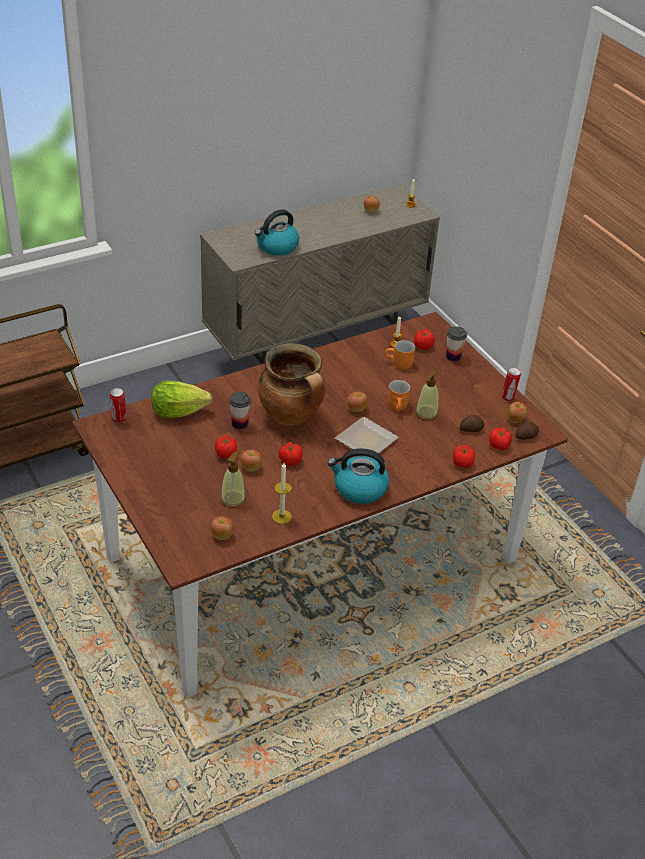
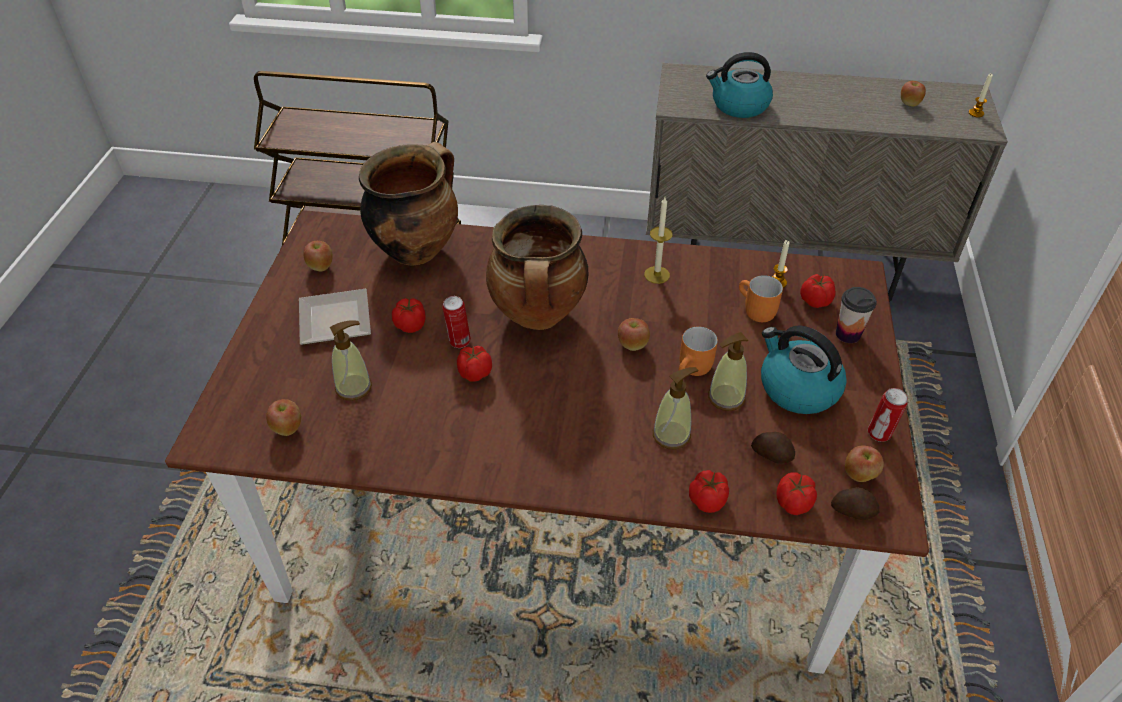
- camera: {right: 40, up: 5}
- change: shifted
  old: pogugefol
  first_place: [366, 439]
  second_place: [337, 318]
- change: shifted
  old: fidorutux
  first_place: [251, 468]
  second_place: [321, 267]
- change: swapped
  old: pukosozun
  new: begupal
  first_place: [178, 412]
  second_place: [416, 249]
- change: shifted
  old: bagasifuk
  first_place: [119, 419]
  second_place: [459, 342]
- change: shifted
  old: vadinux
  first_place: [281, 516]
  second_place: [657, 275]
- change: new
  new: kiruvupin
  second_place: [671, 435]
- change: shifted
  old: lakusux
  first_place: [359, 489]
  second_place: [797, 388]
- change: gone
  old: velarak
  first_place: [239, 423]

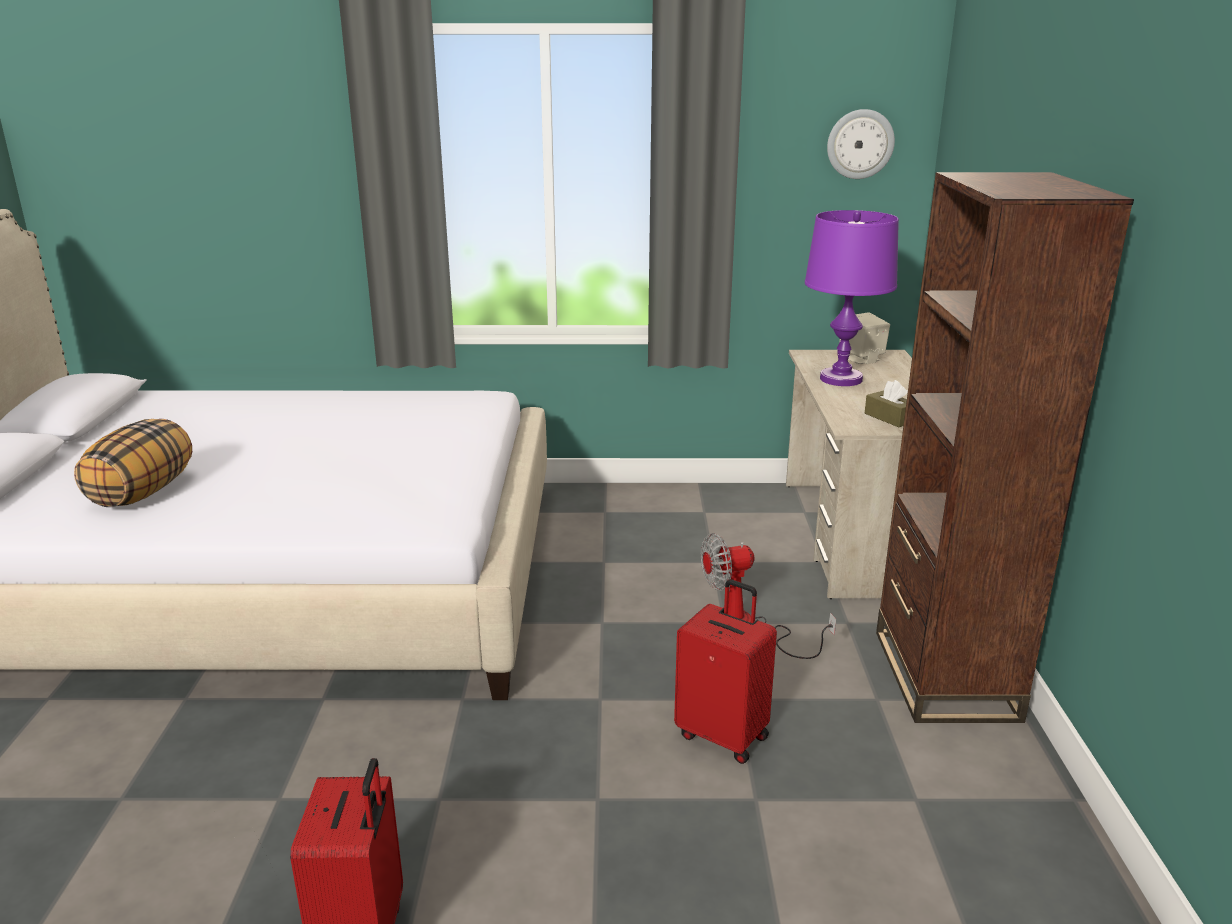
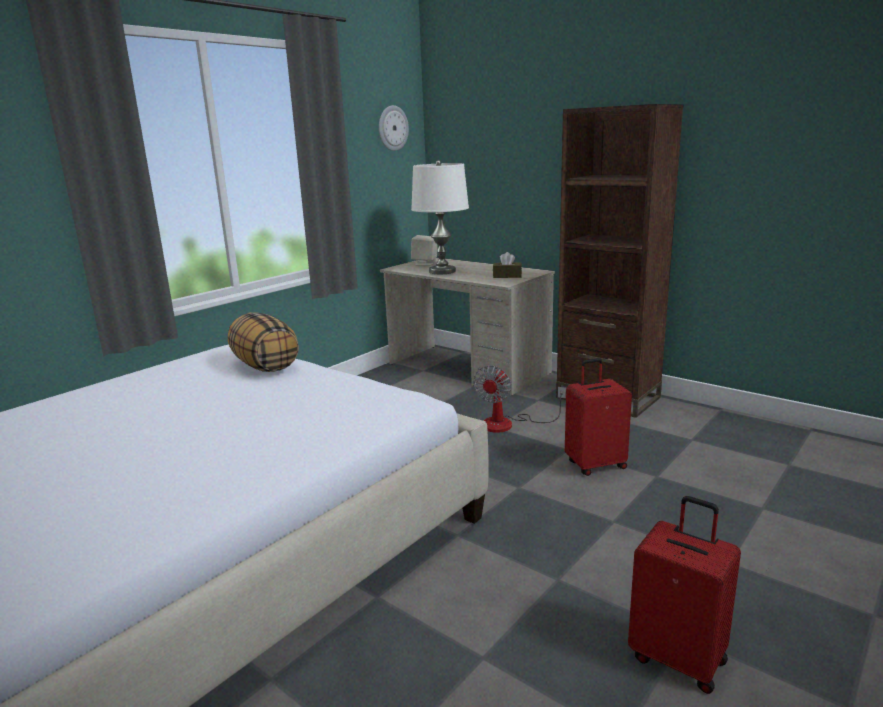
- camera: {right: -50, up: -5}
- change: shifted
  old: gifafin
  first_place: [142, 492]
  second_place: [265, 366]
- change: repainted
  old: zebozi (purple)
  new: zebozi (white)
  first_place: [841, 379]
  second_place: [442, 271]

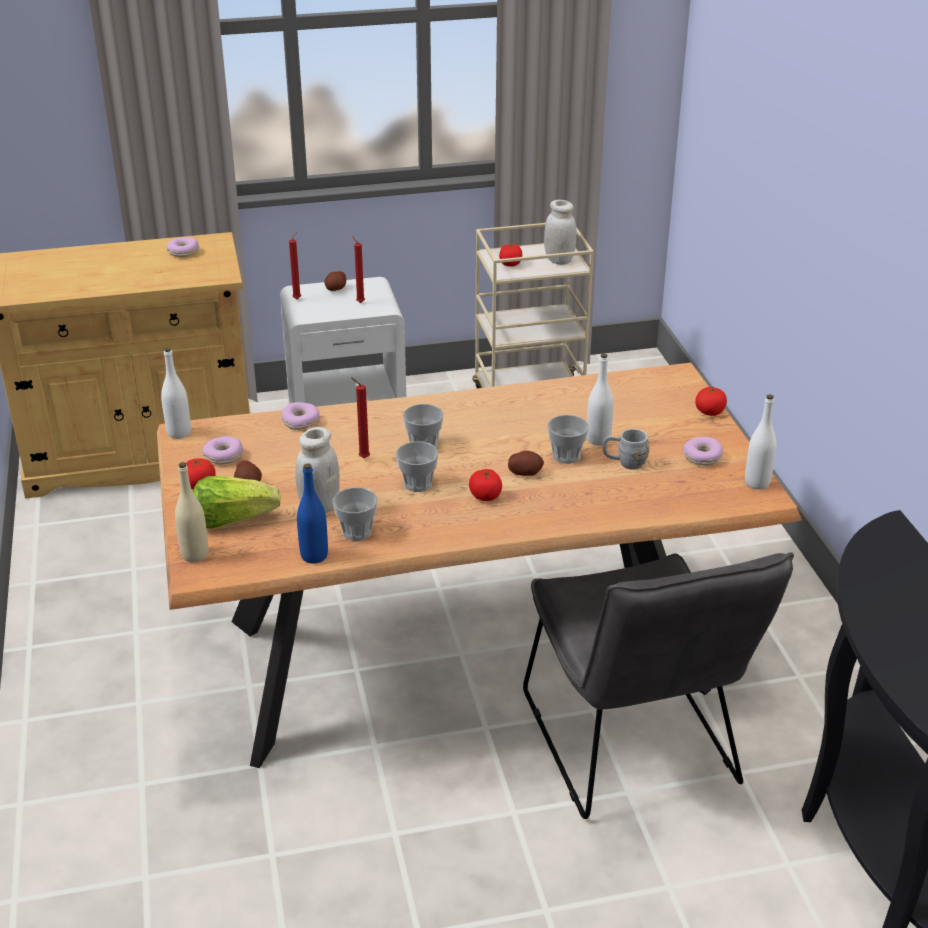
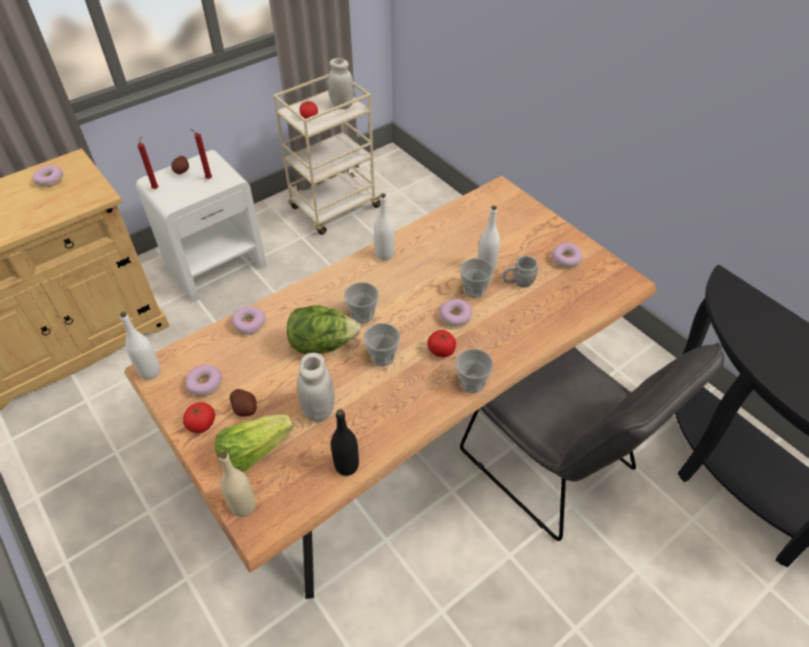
- camera: {right: -25, up: 15}
- change: swapped
  old: vadinux (red)
  new: pukosozun
  first_place: [362, 458]
  second_place: [323, 345]
- change: repainted
  old: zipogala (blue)
  new: zipogala (black)
  first_place: [314, 556]
  second_place: [346, 466]
- change: shifted
  old: zipogala (white)
  first_place: [757, 483]
  second_place: [384, 254]
- change: swapped
  old: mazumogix
  new: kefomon
  first_place: [525, 473]
  second_place: [455, 316]
- change: shifted
  old: velarak
  first_place: [356, 531]
  second_place: [472, 383]
- change: gone
  old: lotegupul
  first_place: [709, 412]

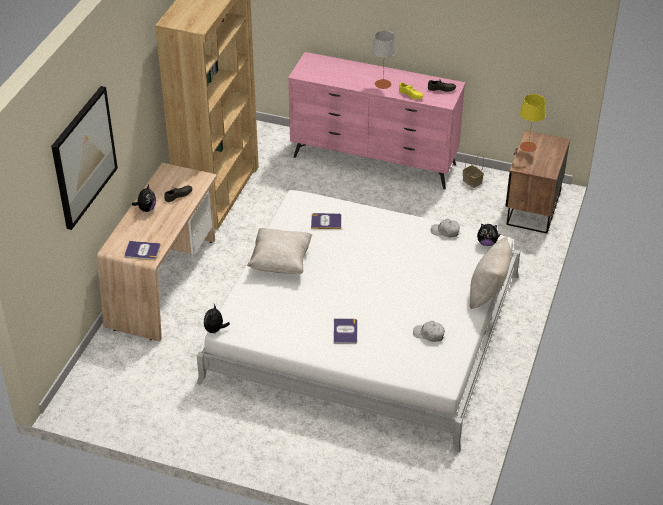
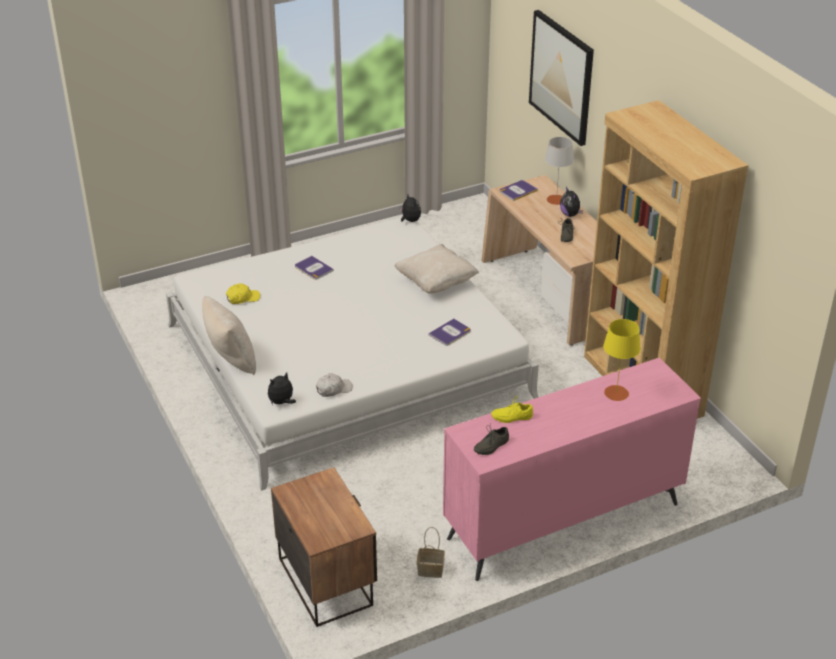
- camera: {right: 135, up: -5}
- change: repainted
  old: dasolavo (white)
  new: dasolavo (yellow)
  first_place: [429, 334]
  second_place: [243, 298]
- change: shifted
  old: zebozi (grey)
  first_place: [383, 84]
  second_place: [556, 200]
- change: shifted
  old: zebozi (yellow)
  first_place: [528, 146]
  second_place: [616, 393]

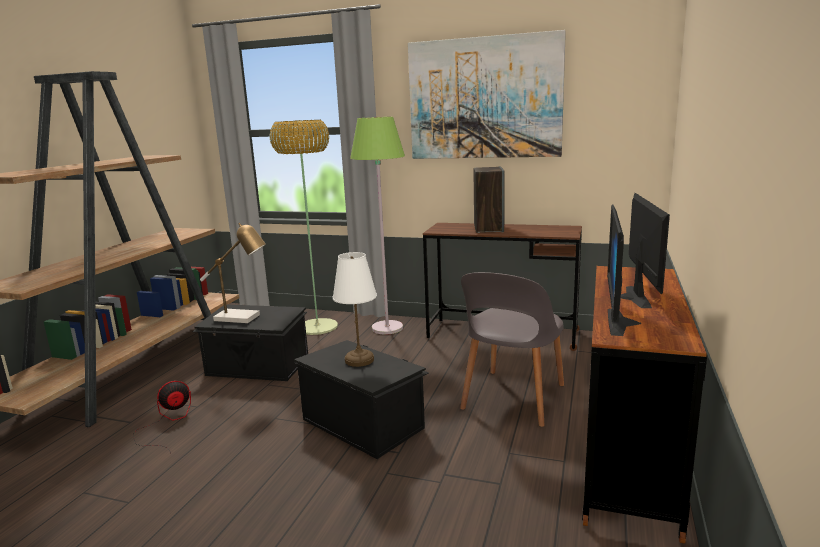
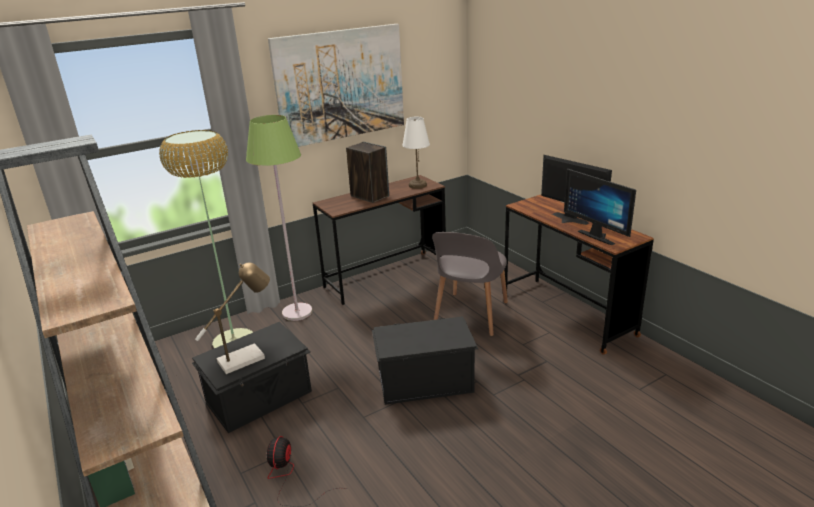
- camera: {right: -50, up: 10}
- change: shifted
  old: zebozi (white)
  first_place: [359, 360]
  second_place: [417, 185]
- change: rotated
  old: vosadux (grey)
  first_place: [512, 398]
  second_place: [470, 315]
  degrees: 45

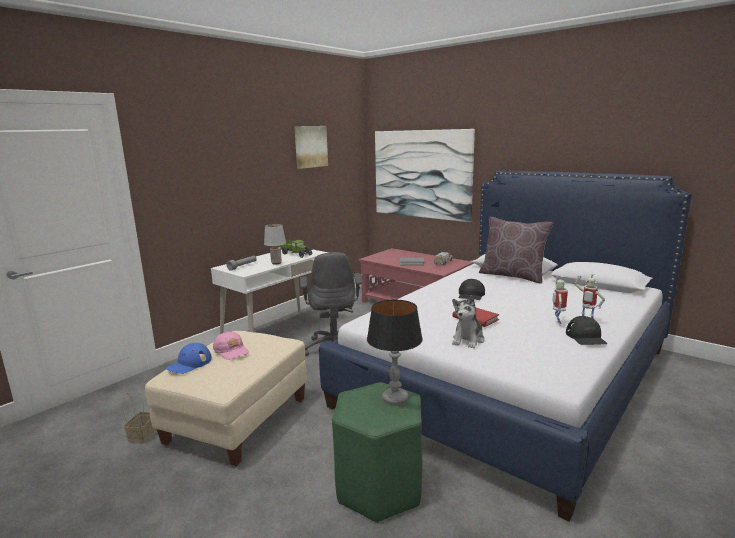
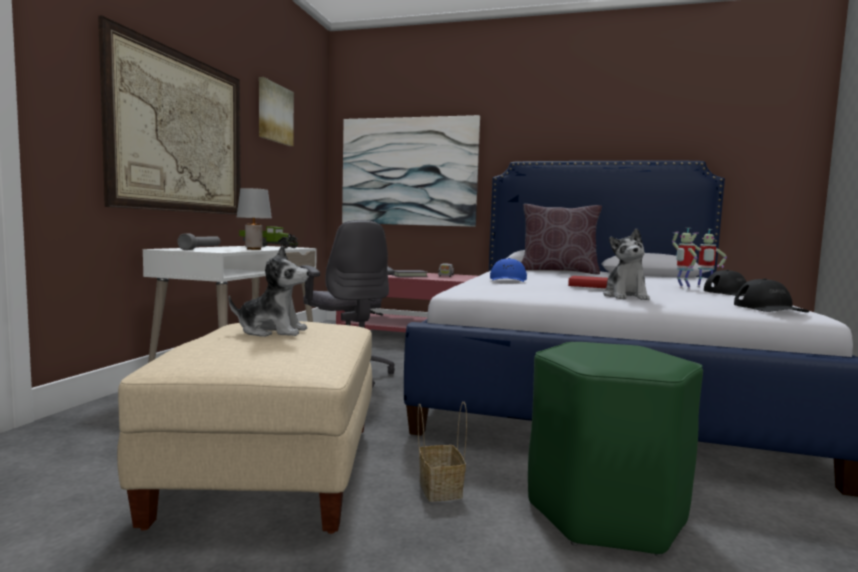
- camera: {right: -25, up: -10}
- change: new
  new: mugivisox
  second_place: [180, 133]
- change: swapped
  old: dasolavo (pink)
  new: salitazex
  first_place: [231, 351]
  second_place: [272, 331]
- change: shifted
  old: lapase
  first_place: [143, 435]
  second_place: [439, 488]
- change: shifted
  old: dasolavo (blue)
  first_place: [189, 364]
  second_place: [508, 279]
- change: shifted
  old: dasolavo (black)
  first_place: [471, 295]
  second_place: [769, 308]
- change: gone
  old: zebozi
  first_place: [395, 398]

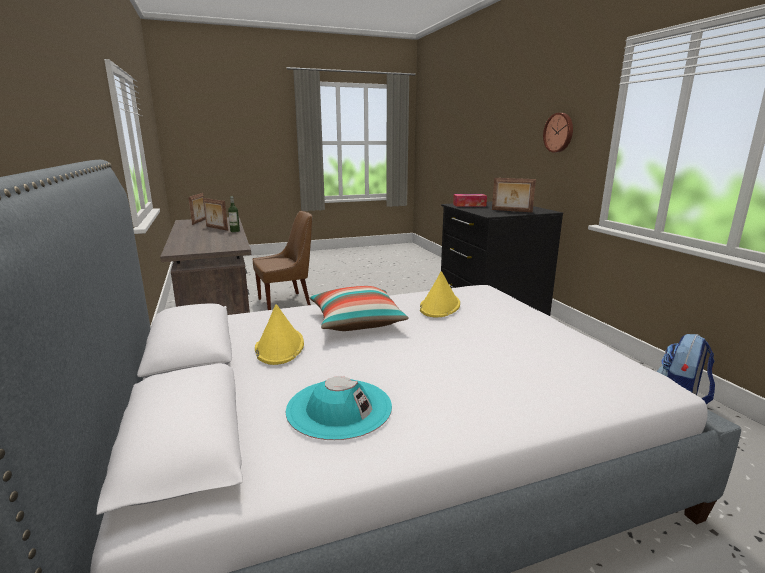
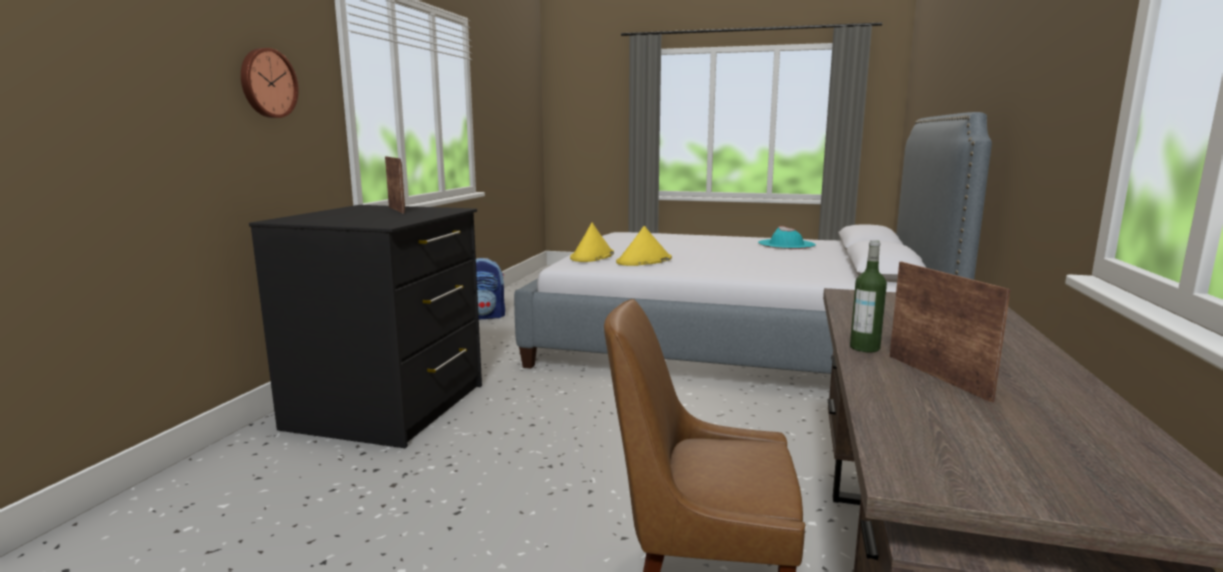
- camera: {right: -145, up: -5}
- change: shifted
  old: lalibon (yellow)
  first_place: [279, 347]
  second_place: [592, 256]
- change: gone
  old: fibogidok
  first_place: [200, 221]
- change: gone
  old: gifafin
  first_place: [357, 322]
- change: gone
  old: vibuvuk
  first_place: [469, 205]

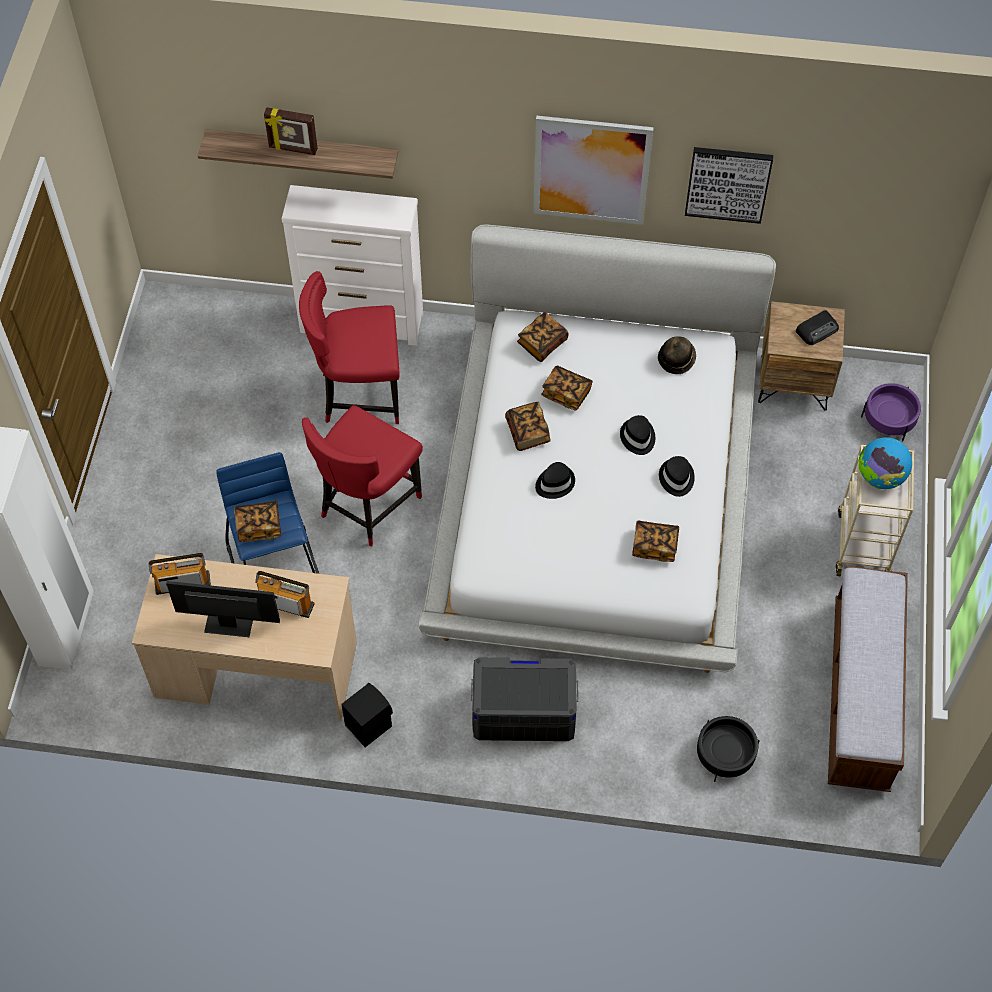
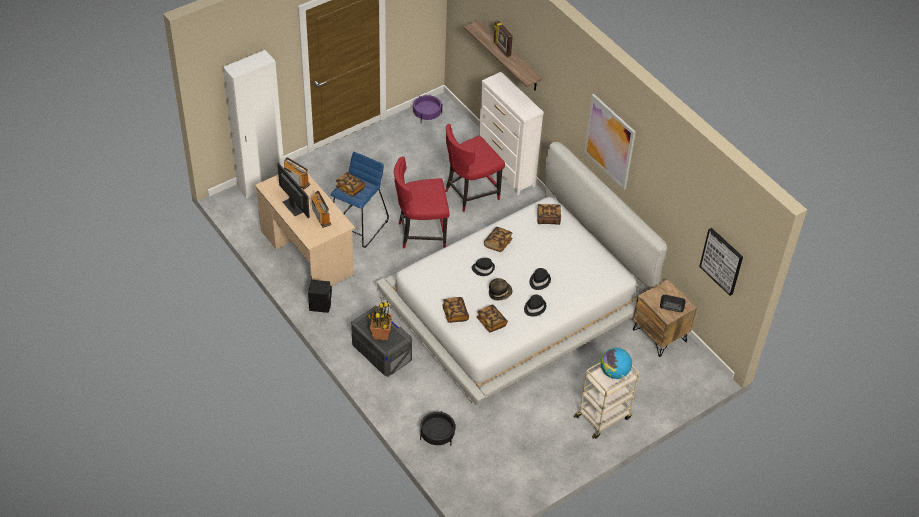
- camera: {right: 45, up: -10}
- change: new
  new: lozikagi
  second_place: [381, 334]
- change: shifted
  old: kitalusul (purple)
  first_place: [889, 420]
  second_place: [427, 115]
- change: shifted
  old: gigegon
  first_place: [566, 393]
  second_place: [455, 314]
- change: rotated
  old: vosadux (red)
  first_place: [359, 395]
  second_place: [470, 194]
  degrees: -75
- change: shifted
  old: lalibon
  first_place: [676, 359]
  second_place: [500, 293]
- change: shifted
  old: mugivisox
  first_place: [728, 183]
  second_place: [722, 261]
- change: gone
  old: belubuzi
  first_place: [860, 695]

